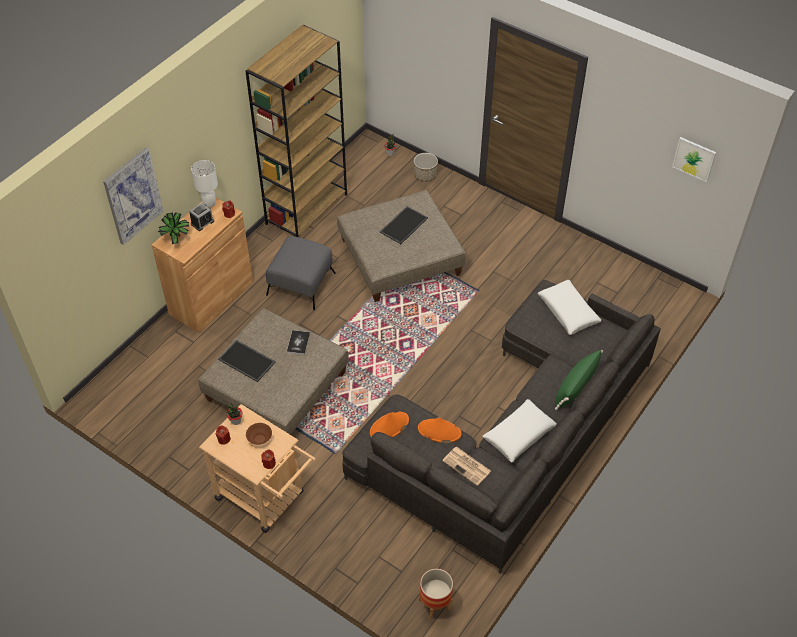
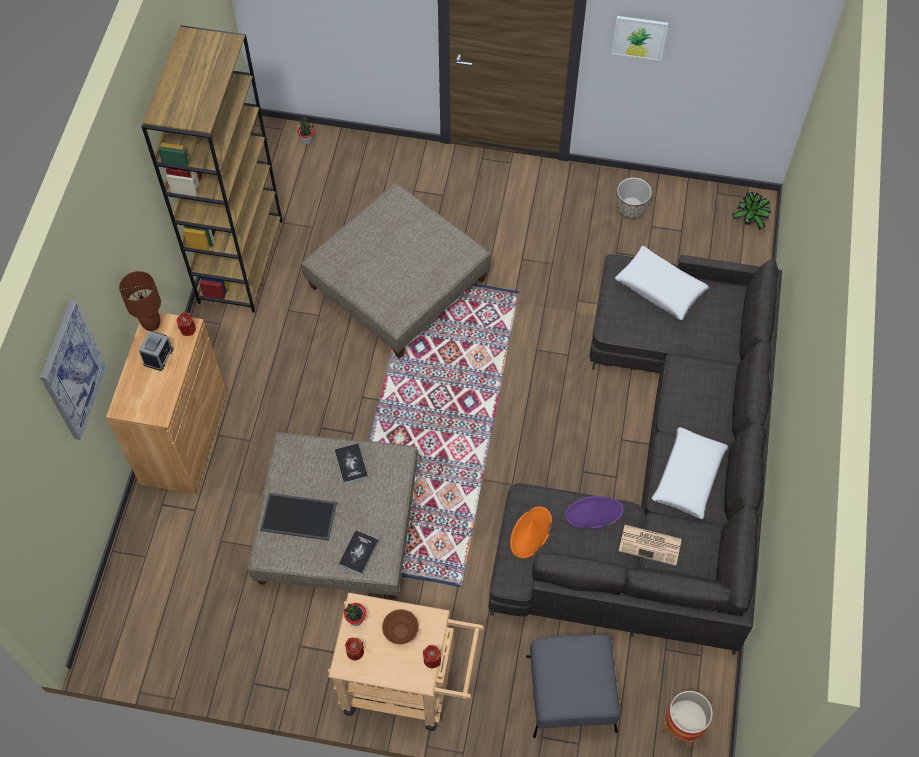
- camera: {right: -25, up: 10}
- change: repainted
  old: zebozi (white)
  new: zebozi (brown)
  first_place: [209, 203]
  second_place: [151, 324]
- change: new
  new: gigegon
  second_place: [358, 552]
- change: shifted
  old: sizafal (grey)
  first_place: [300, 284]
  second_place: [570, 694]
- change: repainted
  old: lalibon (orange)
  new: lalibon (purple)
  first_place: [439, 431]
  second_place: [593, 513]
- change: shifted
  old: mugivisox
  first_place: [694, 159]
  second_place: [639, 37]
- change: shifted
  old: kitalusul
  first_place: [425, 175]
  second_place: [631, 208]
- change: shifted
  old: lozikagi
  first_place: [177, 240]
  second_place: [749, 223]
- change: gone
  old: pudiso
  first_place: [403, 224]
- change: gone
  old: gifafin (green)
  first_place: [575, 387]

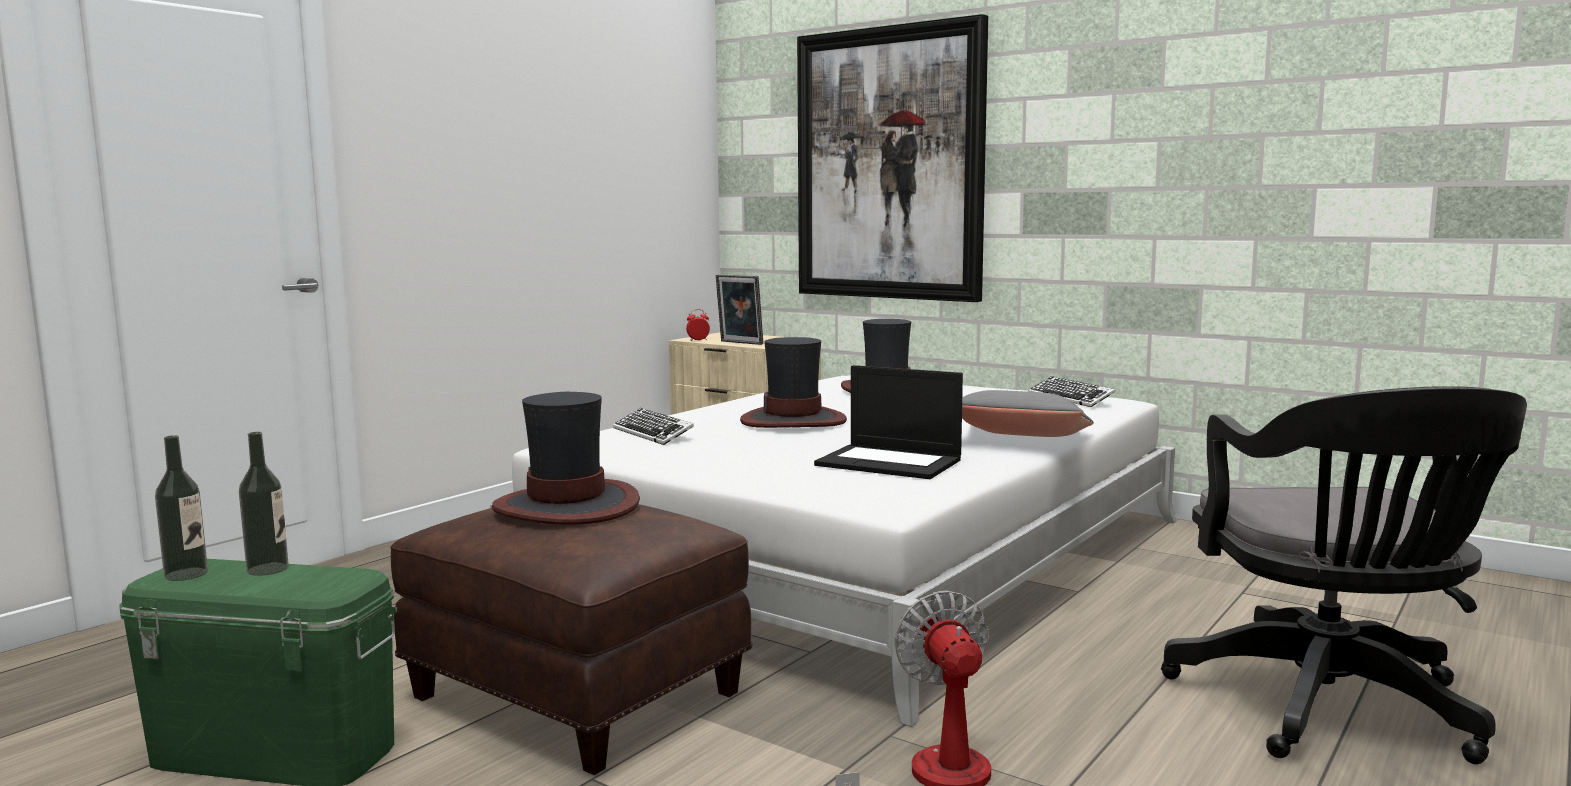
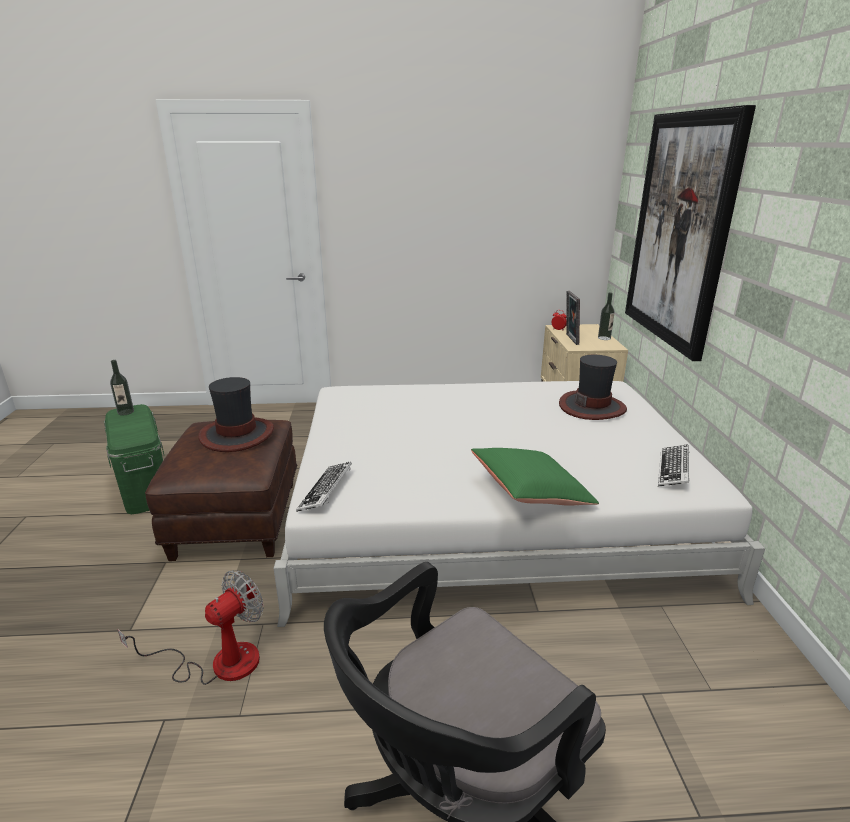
- camera: {right: 50, up: 15}
- change: shifted
  old: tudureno
  first_place: [653, 433]
  second_place: [326, 491]
- change: repainted
  old: gifafin (grey)
  new: gifafin (green)
  first_place: [1021, 440]
  second_place: [530, 492]
- change: shifted
  old: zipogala
  first_place: [267, 569]
  second_place: [604, 338]
- change: gone
  old: lalibon
  first_place: [794, 420]
- change: gone
  old: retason
  first_place: [891, 462]

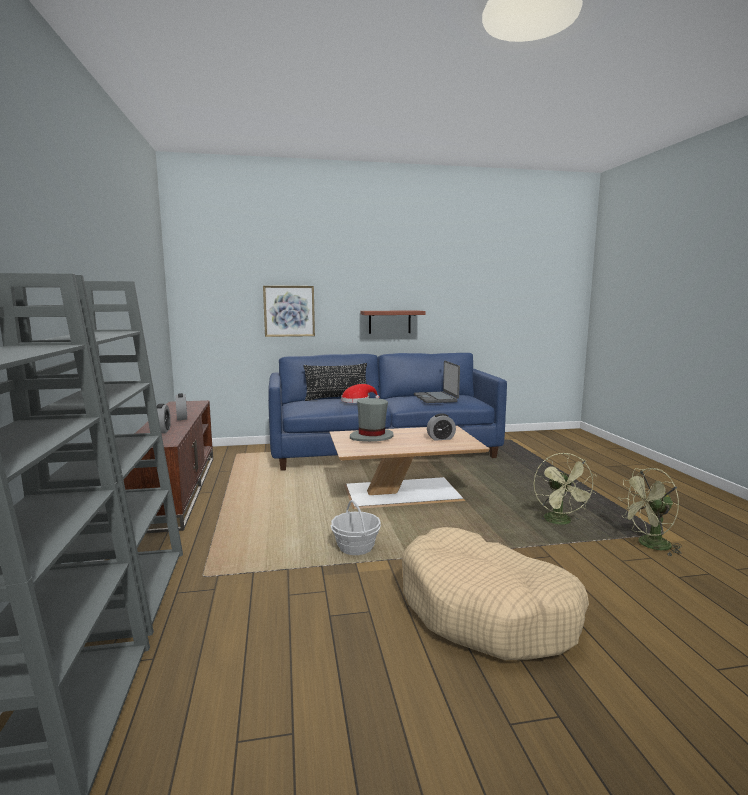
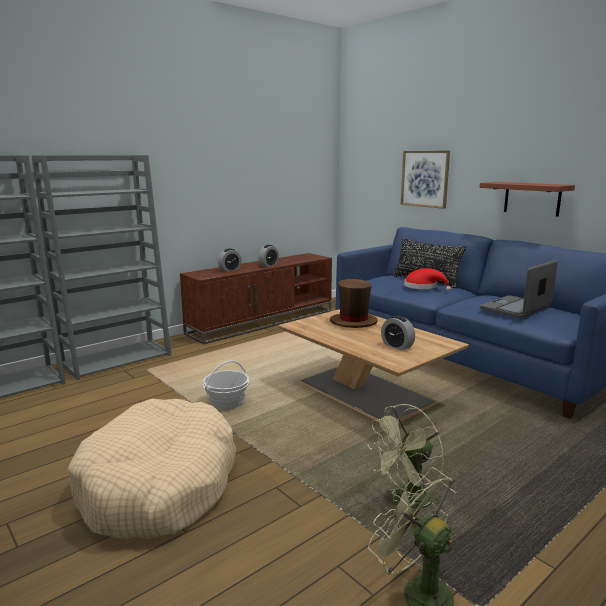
- camera: {right: 60, up: 5}
- change: repainted
  old: lalibon (grey)
  new: lalibon (brown)
  first_place: [371, 437]
  second_place: [353, 322]

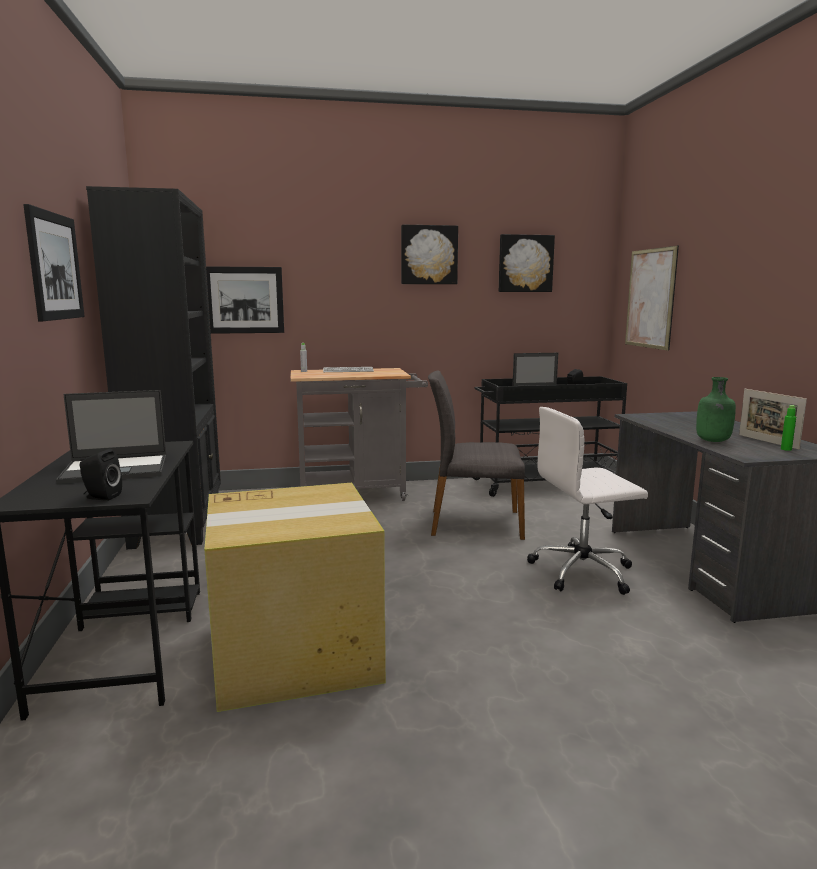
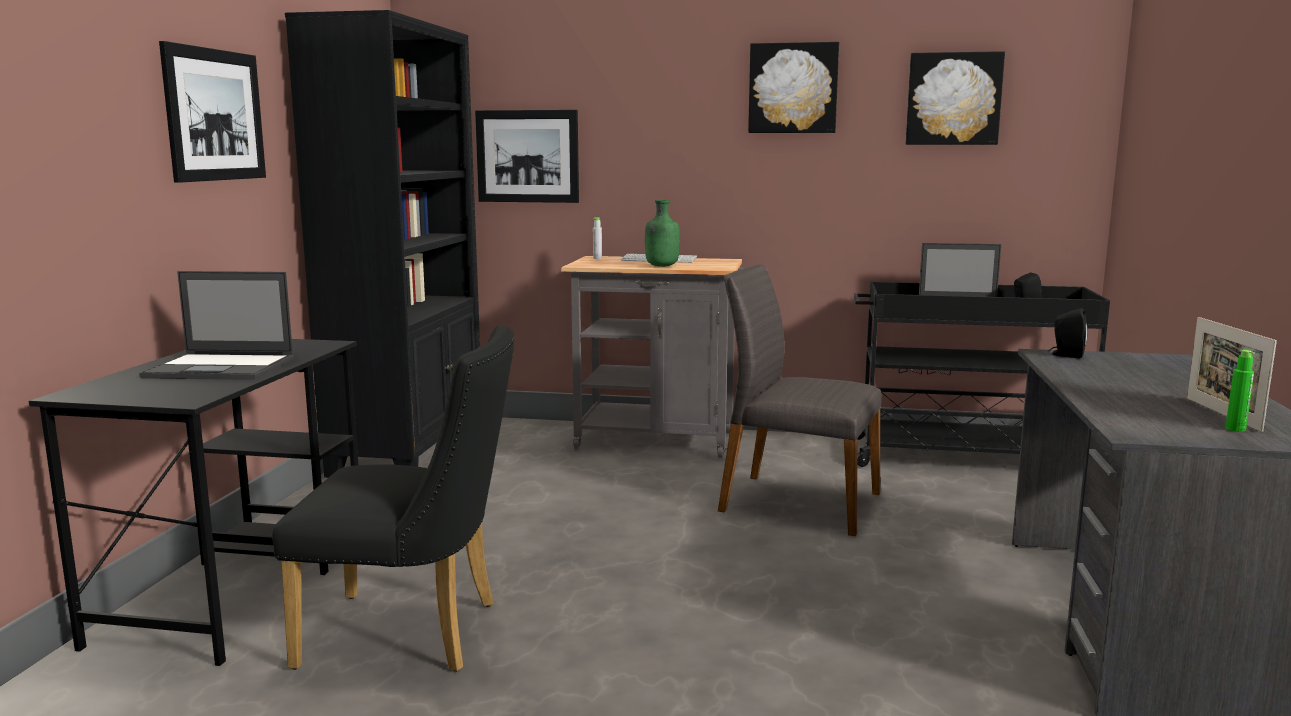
- camera: {right: 20, up: 0}
- change: swapped
  old: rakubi
  new: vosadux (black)
  first_place: [297, 652]
  second_place: [415, 634]
- change: shifted
  old: zipogala (green)
  first_place: [712, 441]
  second_place: [661, 266]
- change: shifted
  old: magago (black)
  first_place: [101, 497]
  second_place: [1066, 355]
- change: gone
  old: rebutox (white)
  first_place: [583, 572]
- change: gone
  old: mugivisox
  first_place: [650, 298]

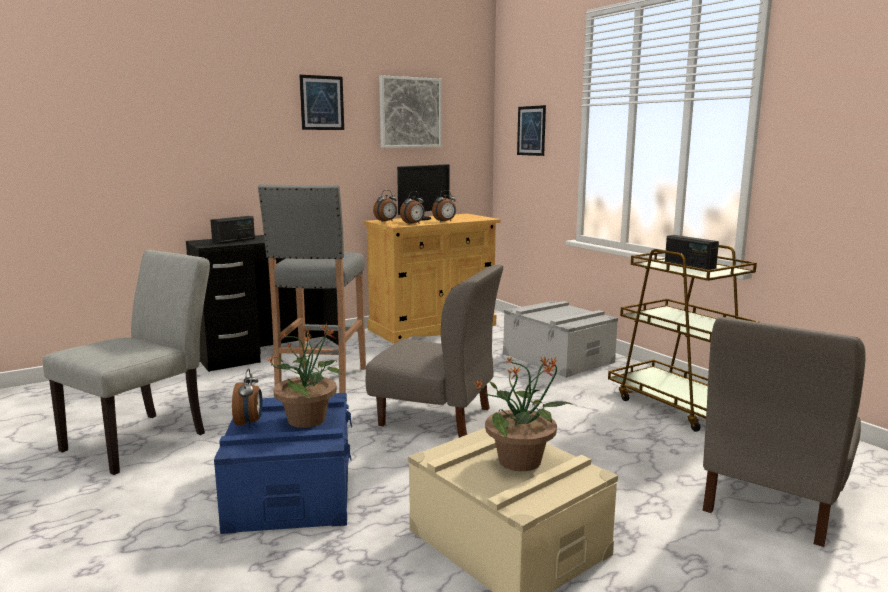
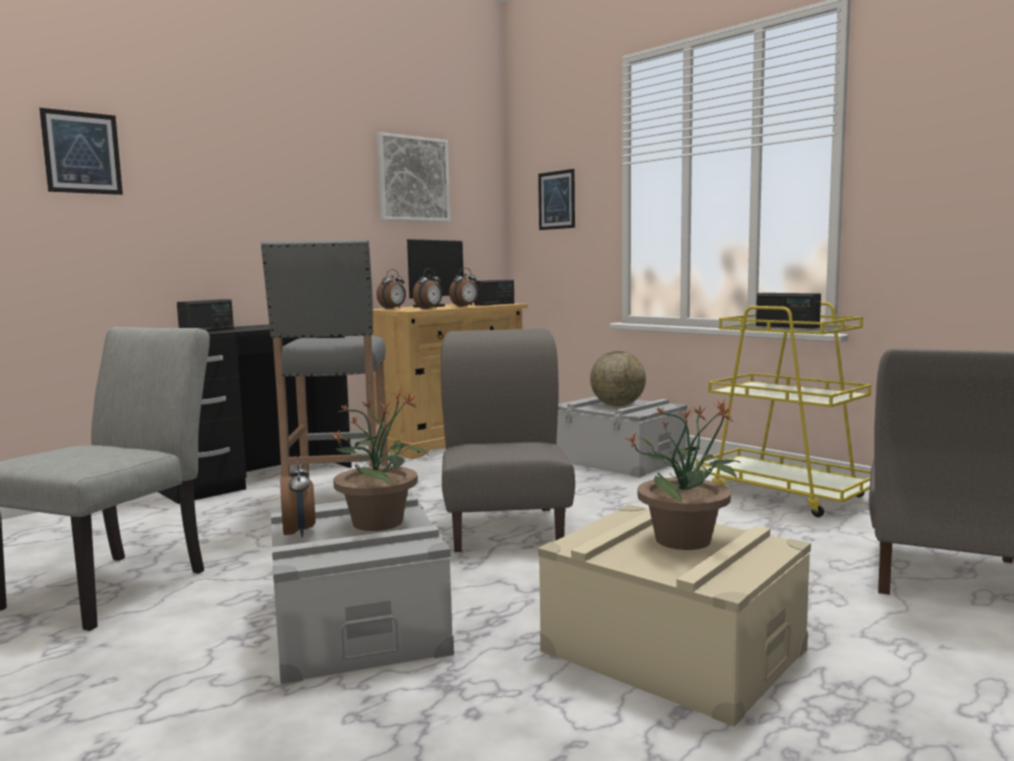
- camera: {right: -10, up: -5}
- change: shifted
  old: mugivisox
  first_place: [322, 103]
  second_place: [82, 152]
- change: repainted
  old: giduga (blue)
  new: giduga (grey)
  first_place: [291, 490]
  second_place: [357, 623]
- change: rotated
  old: vosadux (grey)
  first_place: [436, 417]
  second_place: [506, 528]
  degrees: -105
- change: new
  new: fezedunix
  second_place: [494, 304]
- change: new
  new: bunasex
  second_place: [618, 405]
- change: repainted
  old: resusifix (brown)
  new: resusifix (yellow)
  first_place: [679, 406]
  second_place: [785, 494]

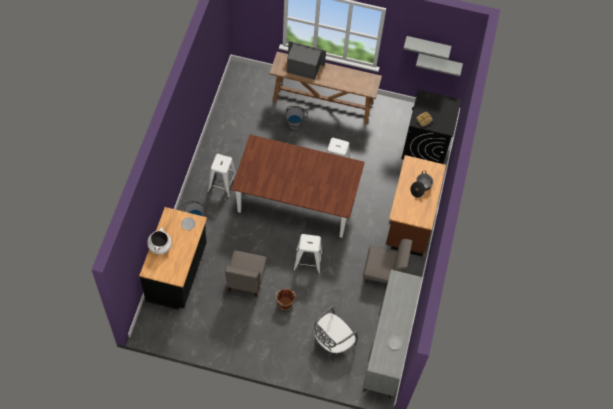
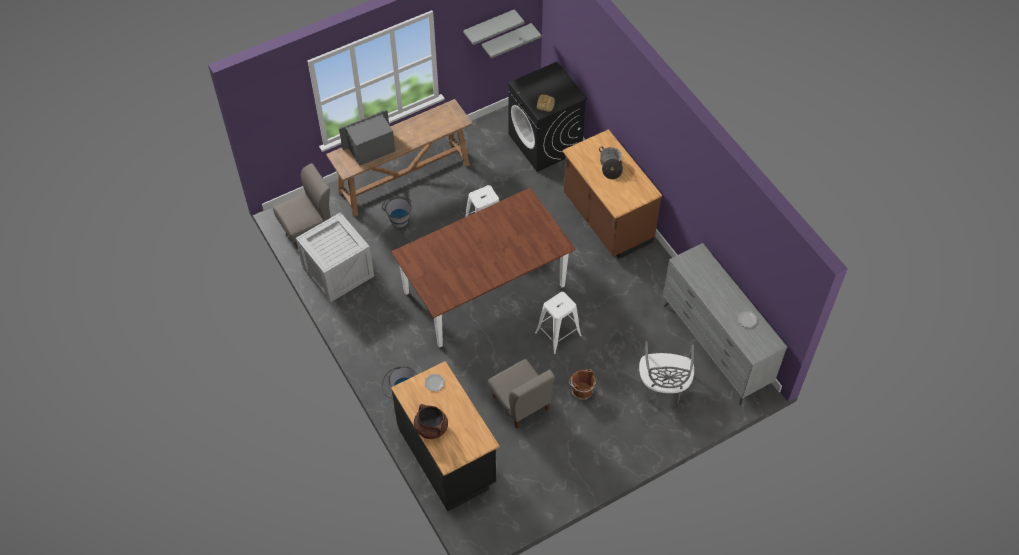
- camera: {right: -40, up: -5}
- change: shifted
  old: vosadux (grey)
  first_place: [383, 273]
  second_place: [307, 227]
- change: new
  new: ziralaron
  second_place: [338, 271]
- change: repainted
  old: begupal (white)
  new: begupal (brown)
  first_place: [160, 246]
  second_place: [431, 428]
- change: gone
  old: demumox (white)
  first_place: [222, 183]

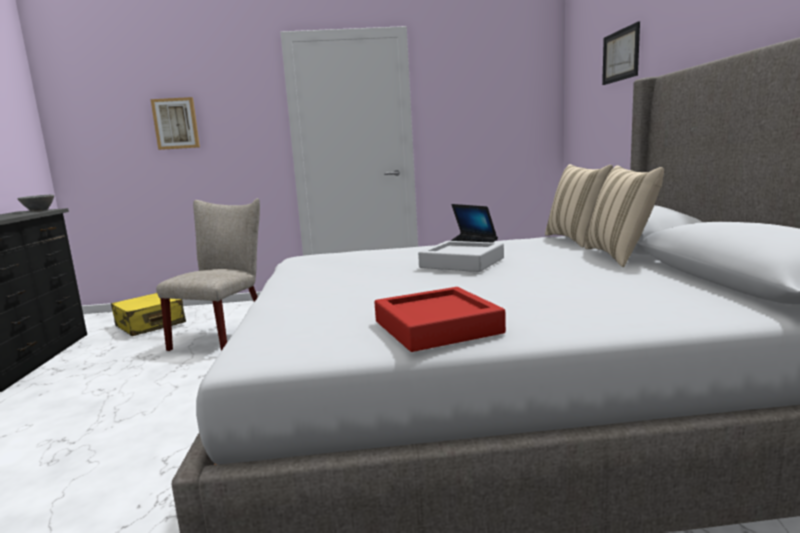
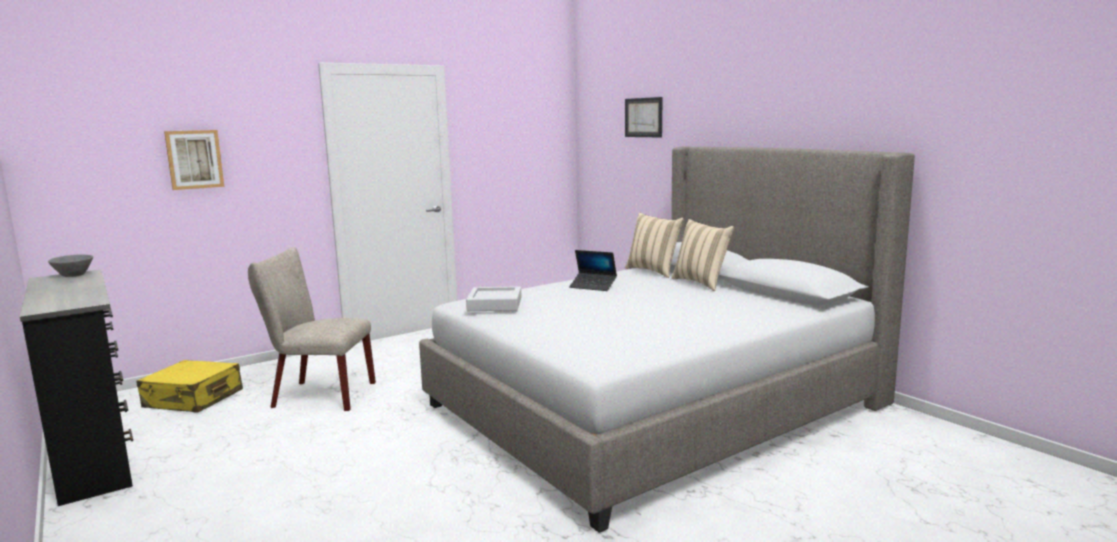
- camera: {right: -30, up: 0}
- change: rotated
  old: vosadux (beige)
  first_place: [225, 336]
  second_place: [317, 395]
  degrees: -75
- change: shifted
  old: pudiso (grey)
  first_place: [462, 263]
  second_place: [494, 304]
- change: gone
  old: pudiso (red)
  first_place: [437, 327]

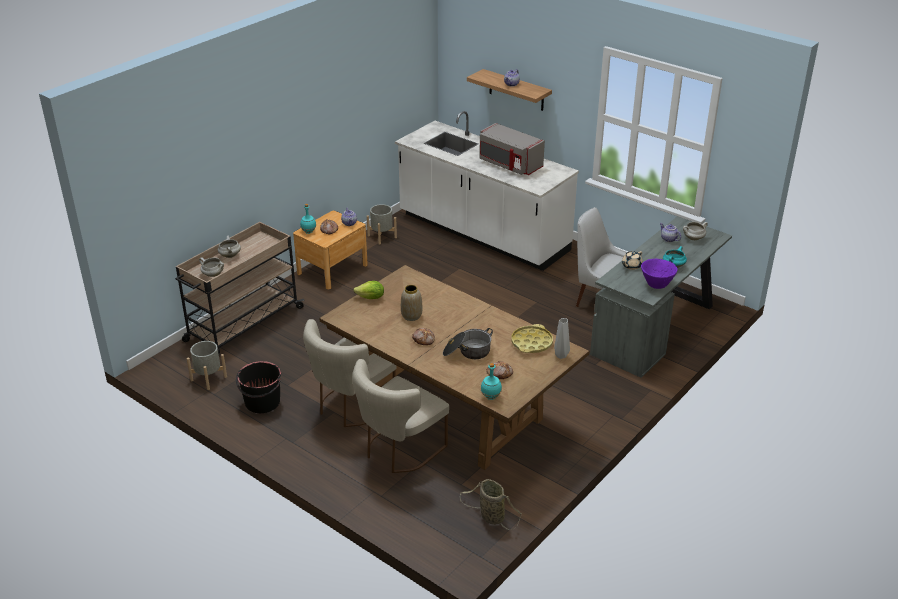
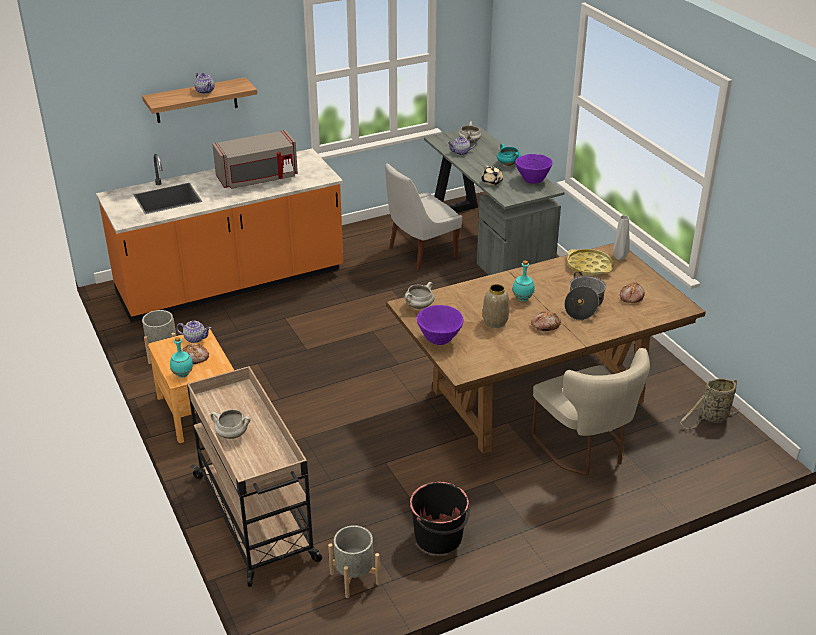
- camera: {right: -65, up: 0}
- change: repainted
  old: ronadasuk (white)
  new: ronadasuk (orange)
  first_place: [482, 233]
  second_place: [231, 283]
- change: shifted
  old: begupal (white)
  first_place: [212, 275]
  second_place: [419, 306]
- change: swapped
  old: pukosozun
  new: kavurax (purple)
  first_place: [371, 298]
  second_place: [439, 340]
- change: shifted
  old: zipogala (turquoise)
  first_place: [490, 397]
  second_place: [522, 299]
- change: gone
  old: vosadux (beige)
  first_place: [350, 406]

